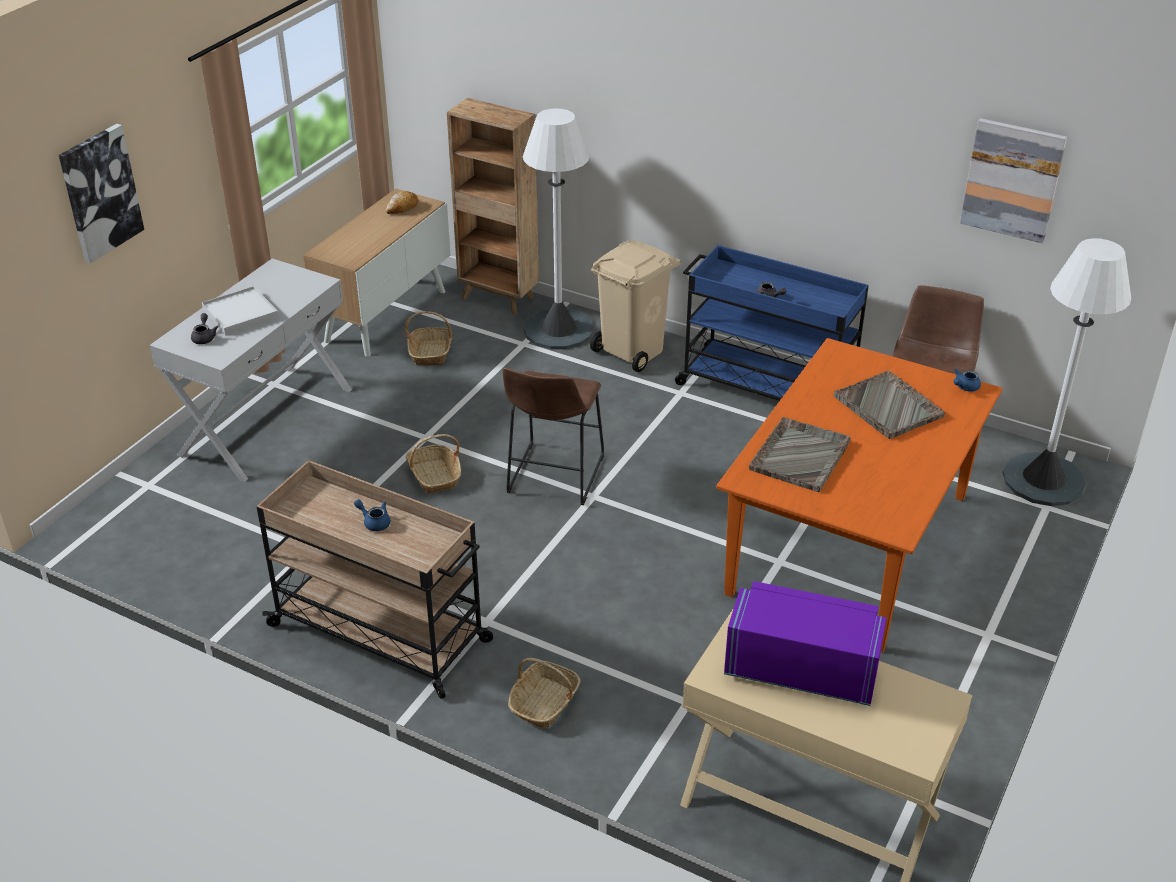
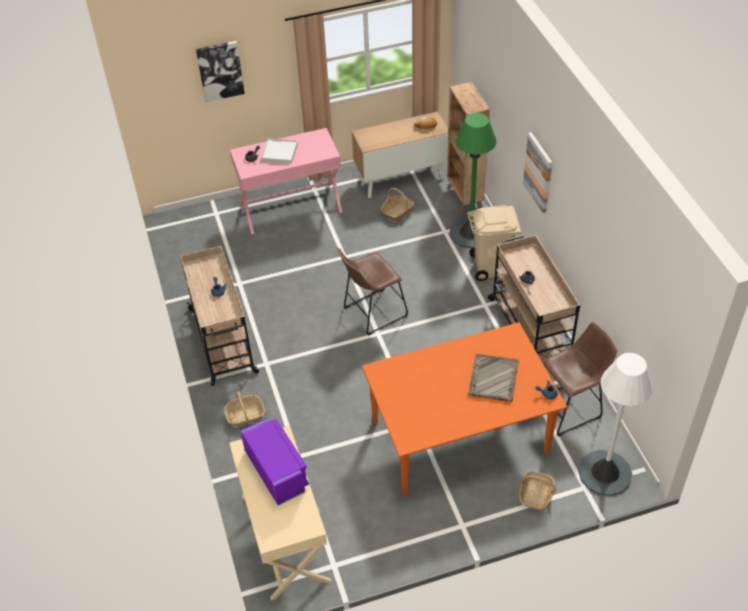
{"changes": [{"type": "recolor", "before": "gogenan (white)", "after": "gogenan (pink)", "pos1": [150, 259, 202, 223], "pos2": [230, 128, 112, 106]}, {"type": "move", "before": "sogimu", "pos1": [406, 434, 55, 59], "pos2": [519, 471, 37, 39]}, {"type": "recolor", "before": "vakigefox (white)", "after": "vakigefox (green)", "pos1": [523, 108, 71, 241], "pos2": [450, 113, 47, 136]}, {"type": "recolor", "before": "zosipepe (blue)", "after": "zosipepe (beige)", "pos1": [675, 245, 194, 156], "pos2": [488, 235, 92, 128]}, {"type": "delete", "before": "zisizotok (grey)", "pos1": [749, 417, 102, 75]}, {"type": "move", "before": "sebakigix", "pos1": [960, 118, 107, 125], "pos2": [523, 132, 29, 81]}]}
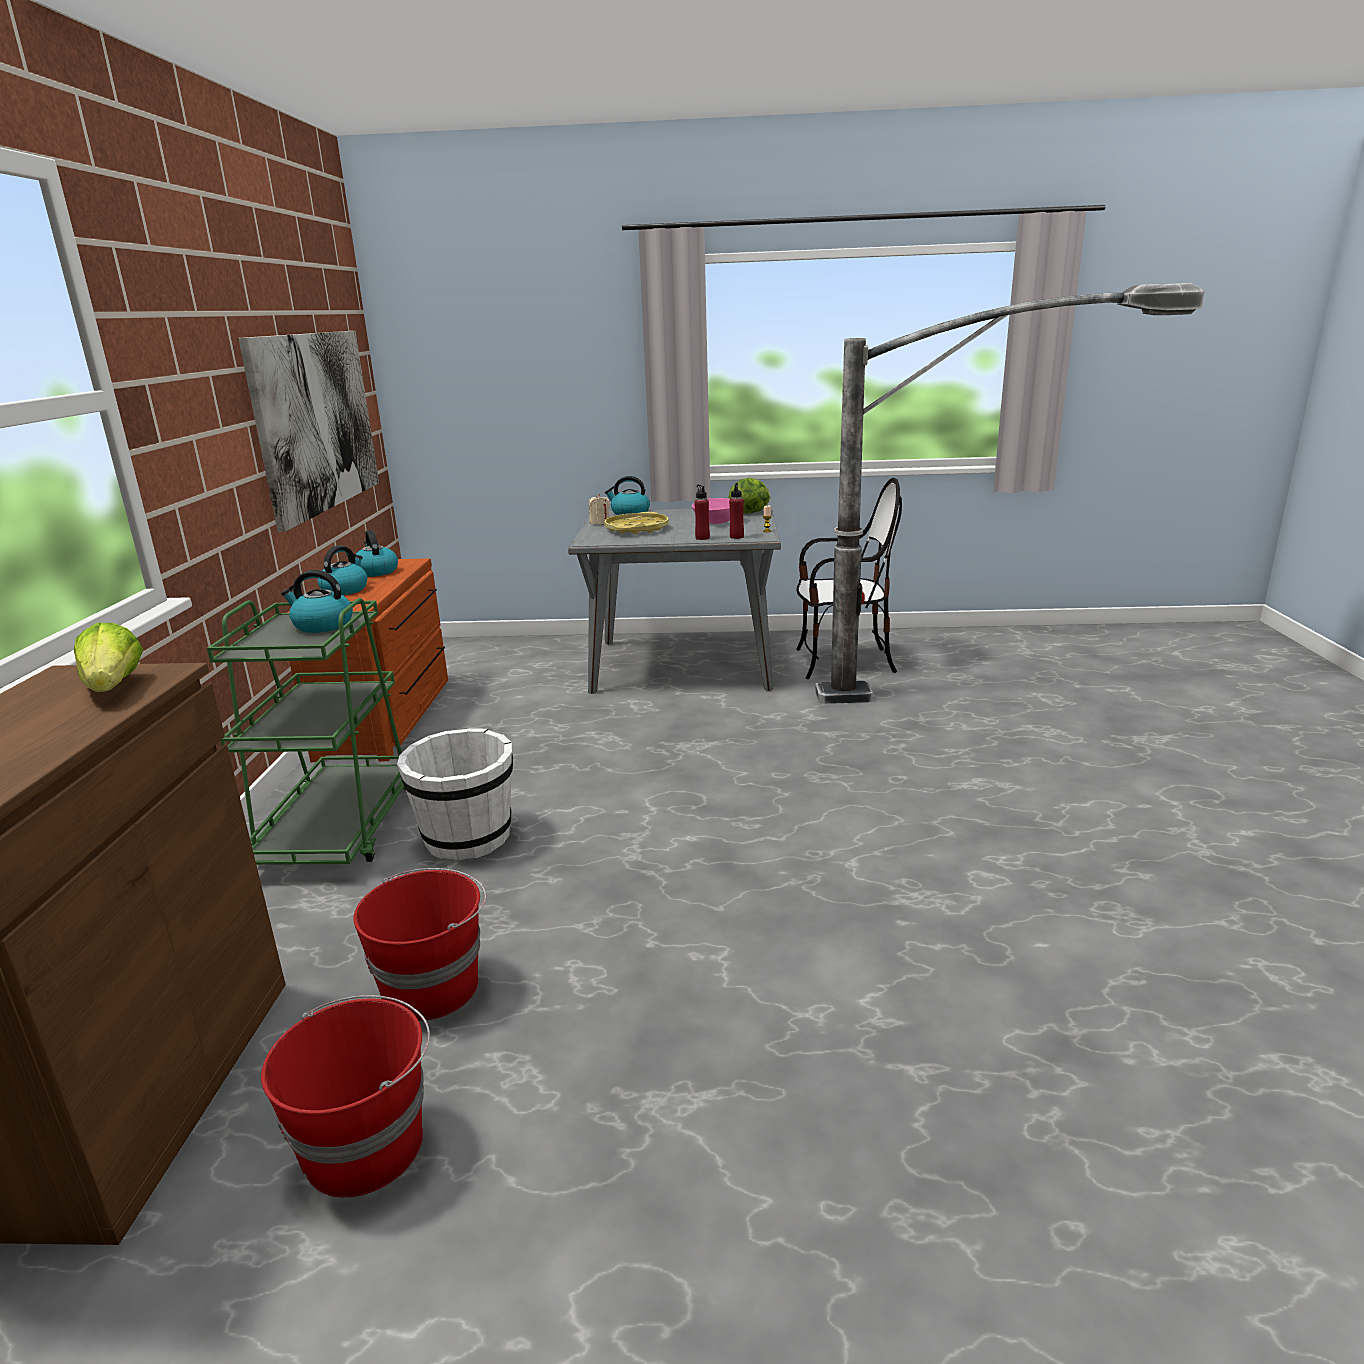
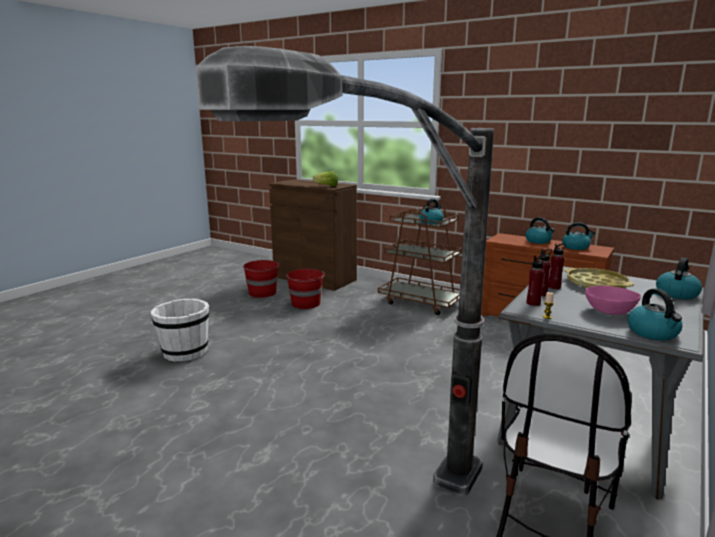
{"changes": [{"type": "recolor", "before": "zosipepe (green)", "after": "zosipepe (brown)", "pos1": [207, 598, 199, 267], "pos2": [378, 204, 84, 111]}, {"type": "delete", "before": "sebakigix", "pos1": [238, 331, 141, 201]}, {"type": "move", "before": "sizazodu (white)", "pos1": [397, 728, 116, 132], "pos2": [151, 299, 59, 63]}, {"type": "delete", "before": "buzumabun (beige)", "pos1": [589, 494, 21, 31]}, {"type": "replace", "before": "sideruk", "after": "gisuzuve", "pos1": [728, 478, 42, 36], "pos2": [628, 289, 54, 51]}, {"type": "insert", "after": "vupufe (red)", "pos2": [548, 244, 18, 45]}]}
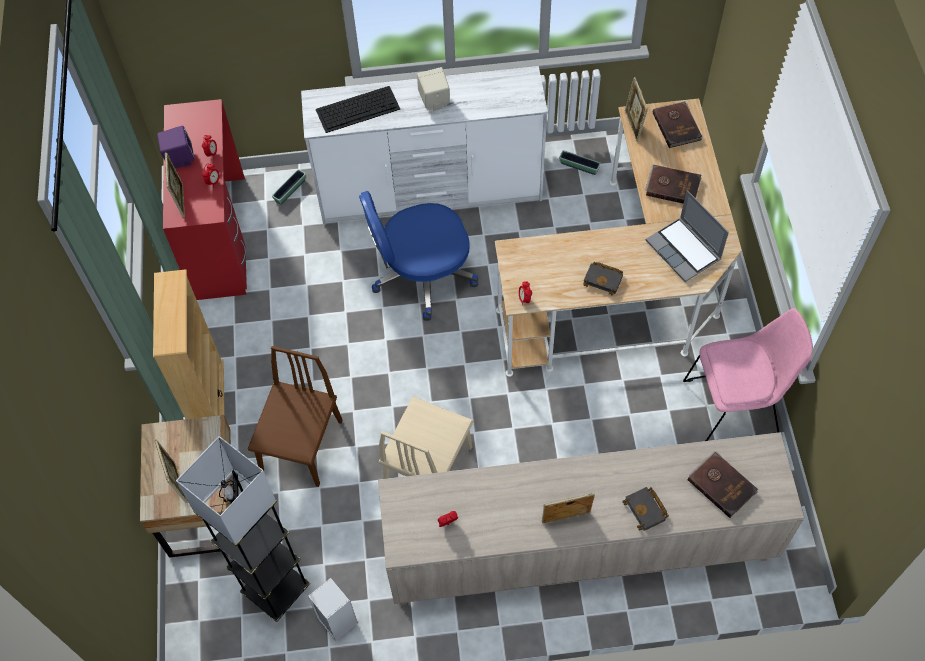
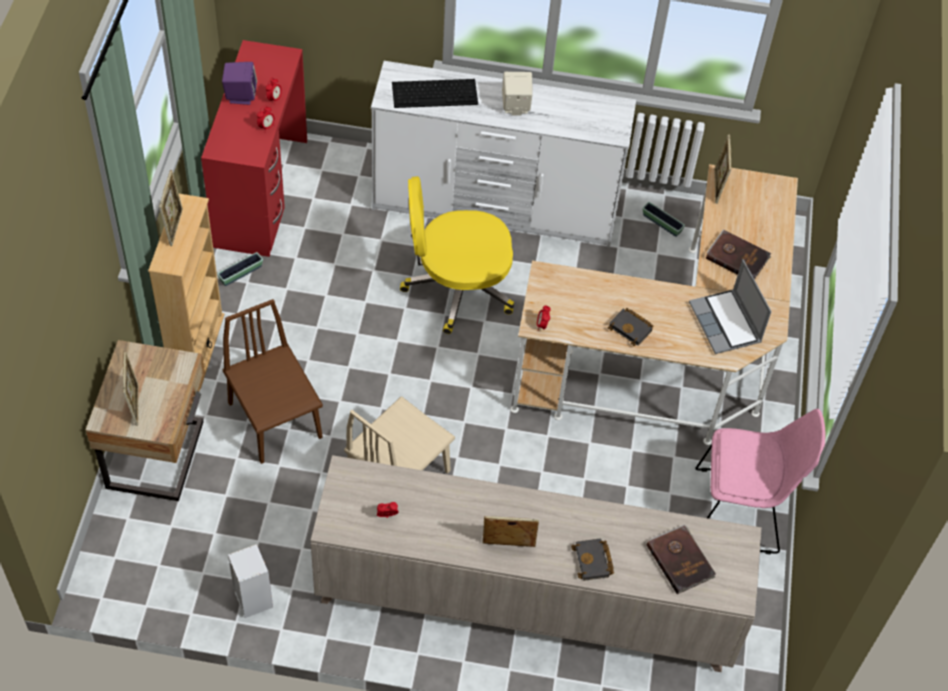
{"changes": [{"type": "move", "before": "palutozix", "pos1": [165, 152, 20, 66], "pos2": [159, 170, 24, 76]}, {"type": "delete", "before": "vakigefox (grey)", "pos1": [176, 436, 134, 186]}, {"type": "rotate", "before": "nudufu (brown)", "pos1": [248, 346, 95, 141], "pos2": [223, 299, 100, 165], "turn": -60}, {"type": "move", "before": "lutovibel", "pos1": [272, 169, 34, 36], "pos2": [217, 252, 46, 34]}, {"type": "recolor", "before": "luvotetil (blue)", "after": "luvotetil (yellow)", "pos1": [359, 191, 120, 130], "pos2": [400, 176, 114, 158]}, {"type": "delete", "before": "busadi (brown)", "pos1": [653, 101, 49, 47]}]}
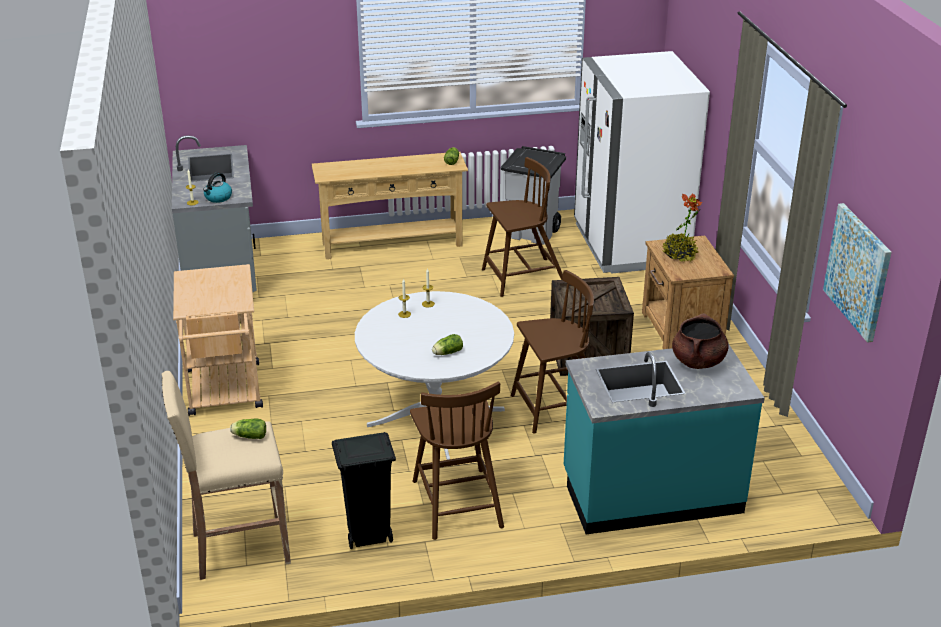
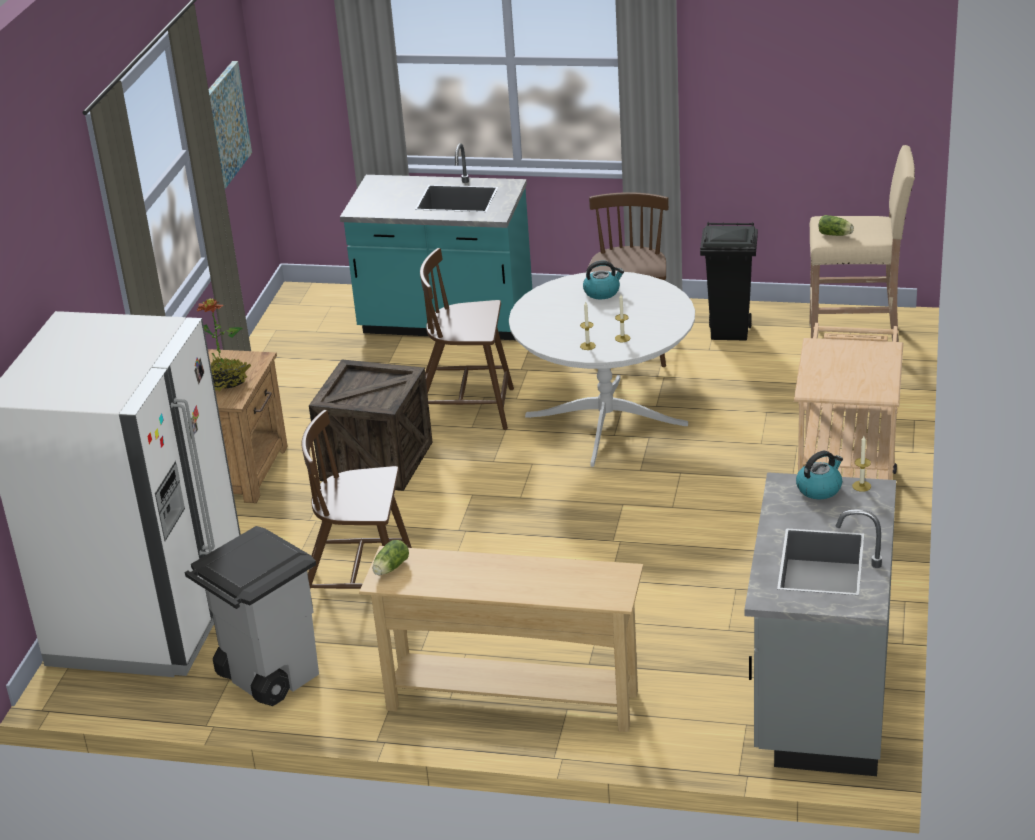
{"changes": [{"type": "replace", "before": "sideruk", "after": "gisuzuve", "pos1": [432, 334, 31, 21], "pos2": [583, 261, 41, 38]}, {"type": "delete", "before": "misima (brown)", "pos1": [672, 313, 57, 56]}]}
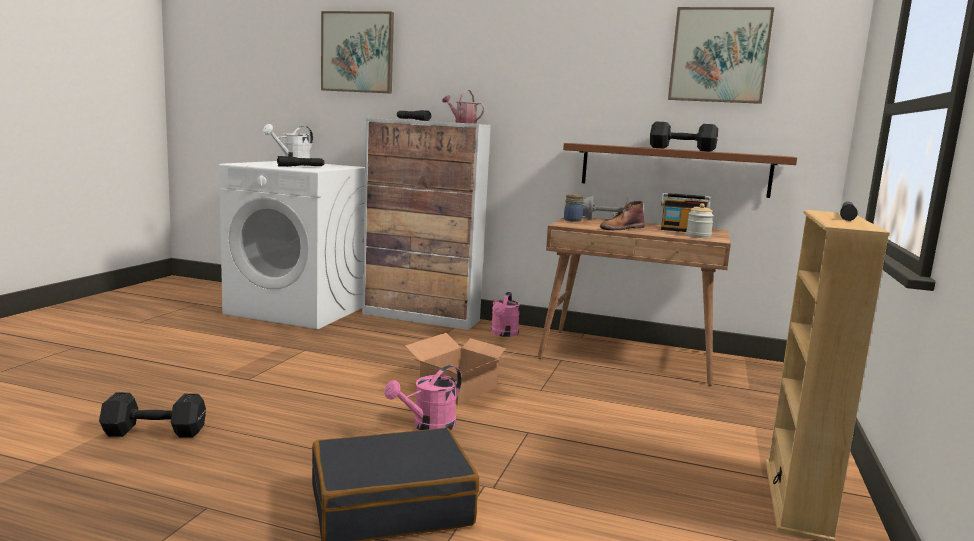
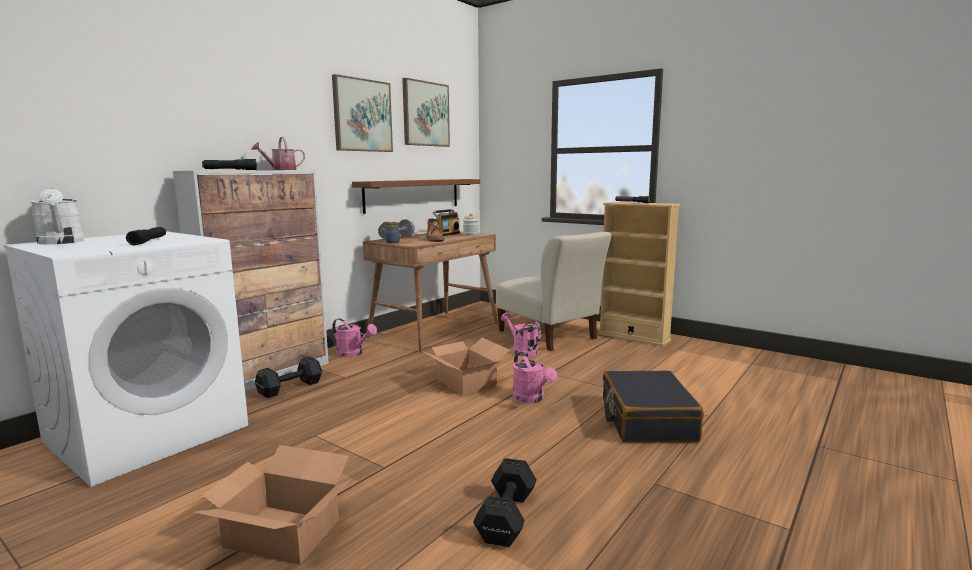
{"changes": [{"type": "move", "before": "sebakigix", "pos1": [321, 11, 73, 82], "pos2": [332, 74, 61, 78]}, {"type": "move", "before": "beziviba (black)", "pos1": [650, 121, 68, 30], "pos2": [255, 357, 67, 41]}, {"type": "insert", "after": "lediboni", "pos2": [192, 445, 159, 120]}, {"type": "insert", "after": "nudufu (beige)", "pos2": [496, 232, 116, 119]}, {"type": "insert", "after": "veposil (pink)", "pos2": [501, 312, 40, 45]}]}
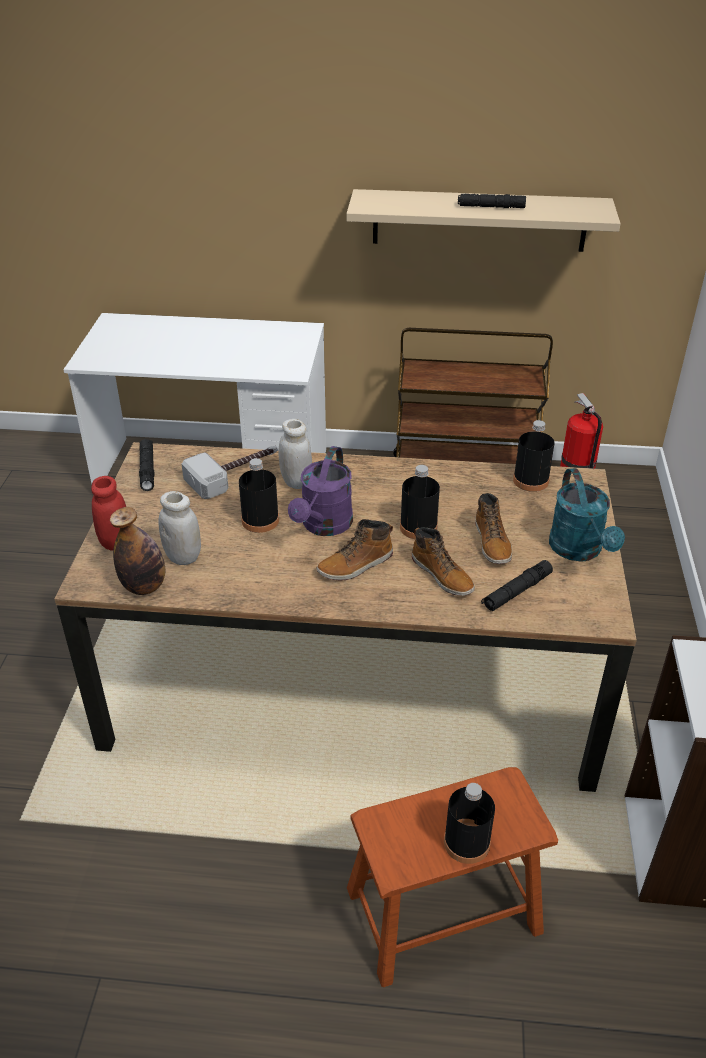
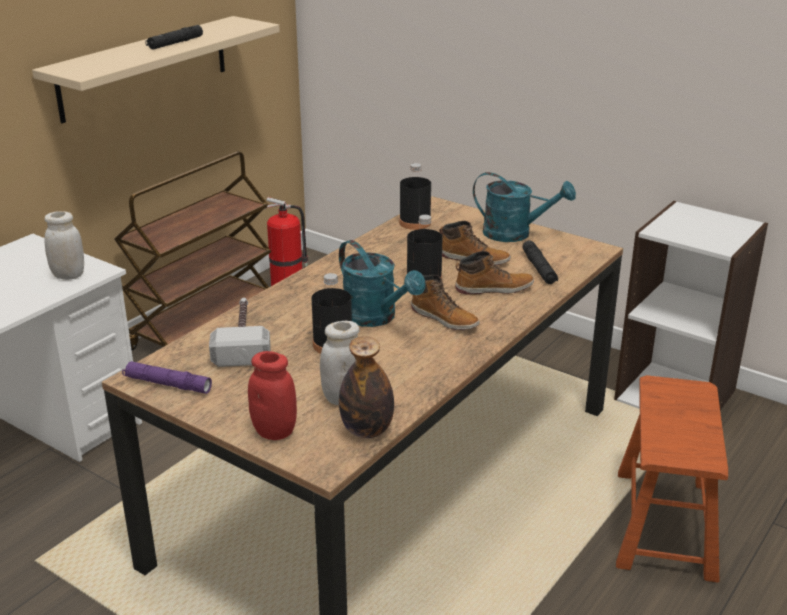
{"changes": [{"type": "recolor", "before": "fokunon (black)", "after": "fokunon (purple)", "pos1": [139, 439, 16, 52], "pos2": [122, 361, 90, 33]}, {"type": "move", "before": "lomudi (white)", "pos1": [279, 419, 33, 70], "pos2": [44, 211, 40, 69]}, {"type": "recolor", "before": "veposil (purple)", "after": "veposil (turquoise)", "pos1": [288, 446, 65, 90], "pos2": [339, 240, 86, 87]}, {"type": "rotate", "before": "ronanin", "pos1": [317, 519, 76, 62], "pos2": [411, 275, 69, 55], "turn": -45}, {"type": "delete", "before": "vupufe (black)", "pos1": [444, 783, 51, 81]}]}
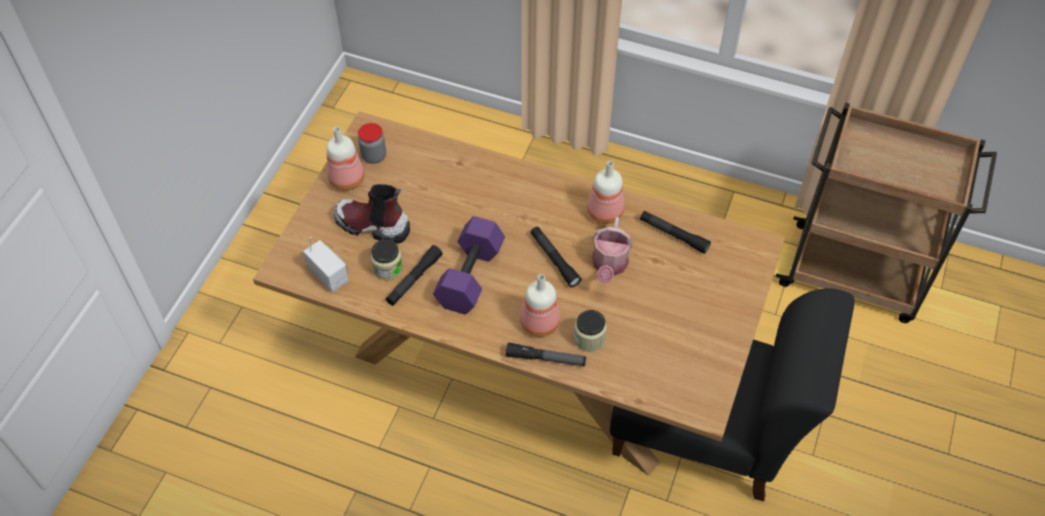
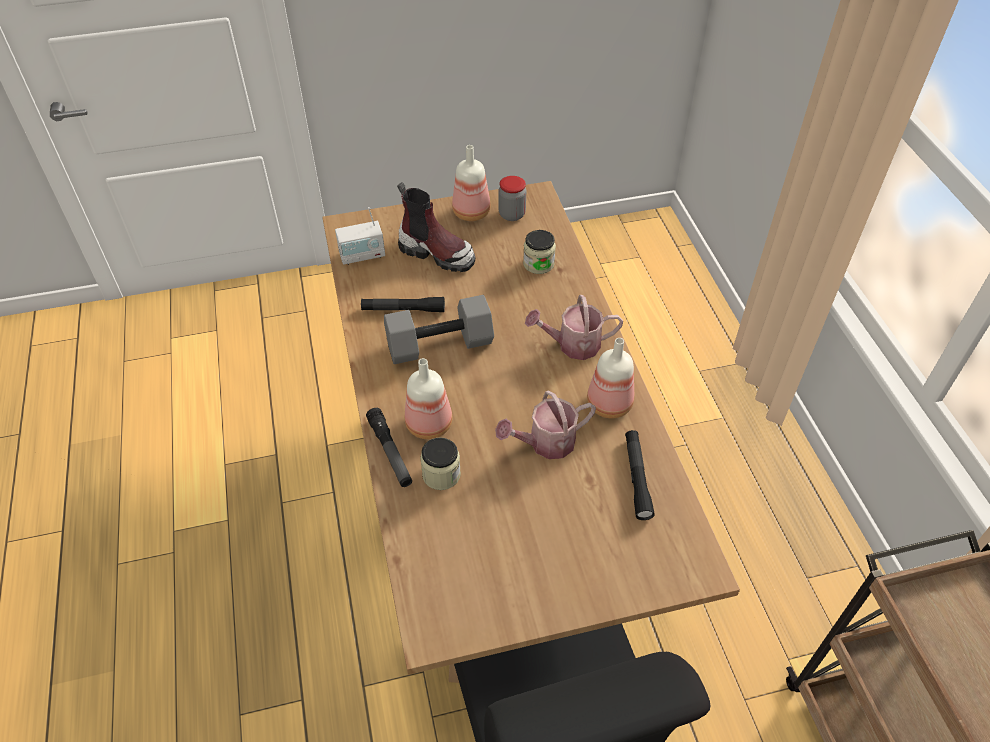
{"changes": [{"type": "rotate", "before": "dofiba", "pos1": [303, 237, 46, 56], "pos2": [335, 207, 50, 58], "turn": 60}, {"type": "rotate", "before": "ronanin", "pos1": [334, 184, 76, 60], "pos2": [397, 182, 78, 90], "turn": 135}, {"type": "move", "before": "lomudi", "pos1": [370, 239, 33, 41], "pos2": [523, 230, 33, 44]}, {"type": "recolor", "before": "beziviba (purple)", "after": "beziviba (grey)", "pos1": [433, 216, 72, 98], "pos2": [384, 295, 110, 69]}, {"type": "delete", "before": "fokunon (black)", "pos1": [530, 227, 51, 60]}, {"type": "insert", "after": "veposil", "pos2": [525, 295, 98, 65]}]}
